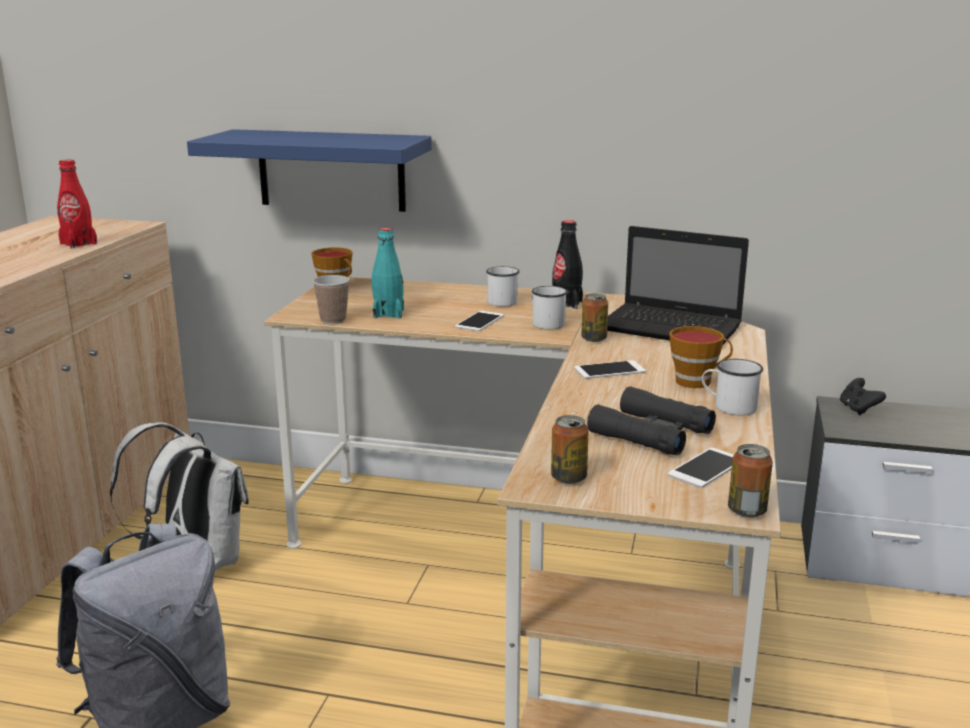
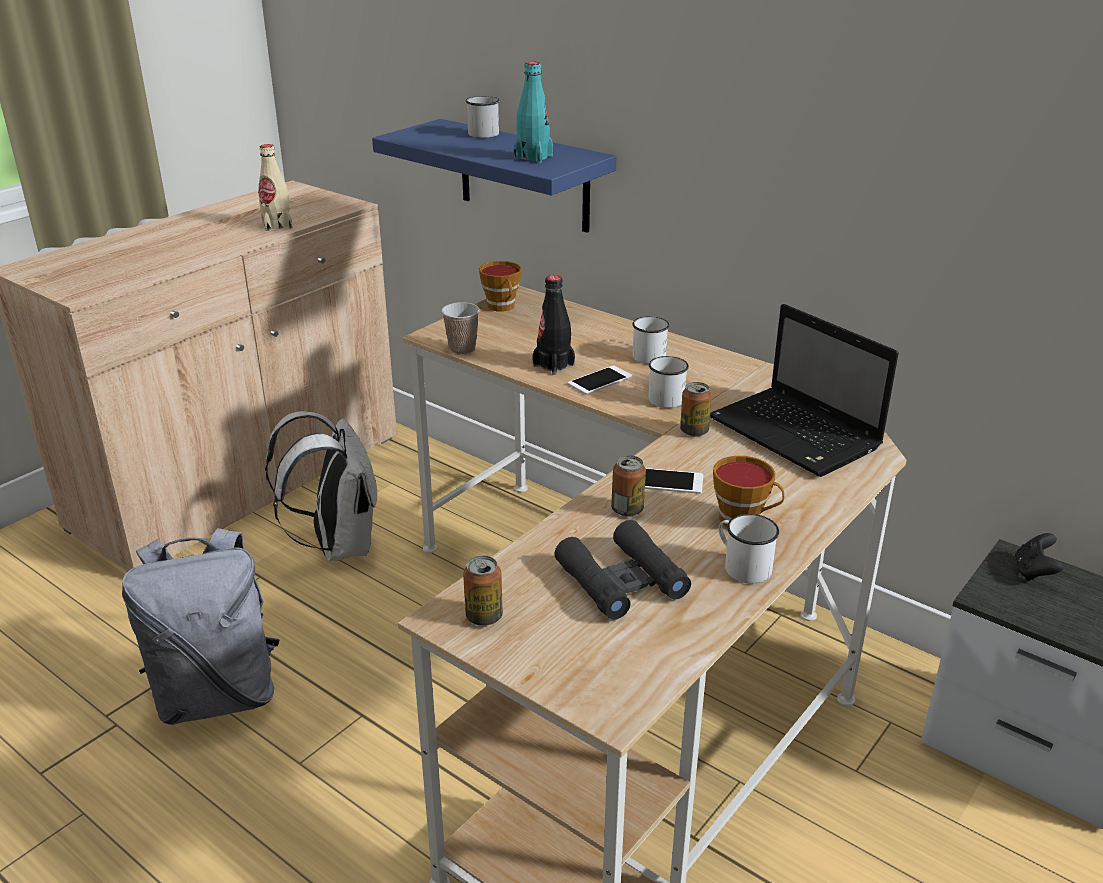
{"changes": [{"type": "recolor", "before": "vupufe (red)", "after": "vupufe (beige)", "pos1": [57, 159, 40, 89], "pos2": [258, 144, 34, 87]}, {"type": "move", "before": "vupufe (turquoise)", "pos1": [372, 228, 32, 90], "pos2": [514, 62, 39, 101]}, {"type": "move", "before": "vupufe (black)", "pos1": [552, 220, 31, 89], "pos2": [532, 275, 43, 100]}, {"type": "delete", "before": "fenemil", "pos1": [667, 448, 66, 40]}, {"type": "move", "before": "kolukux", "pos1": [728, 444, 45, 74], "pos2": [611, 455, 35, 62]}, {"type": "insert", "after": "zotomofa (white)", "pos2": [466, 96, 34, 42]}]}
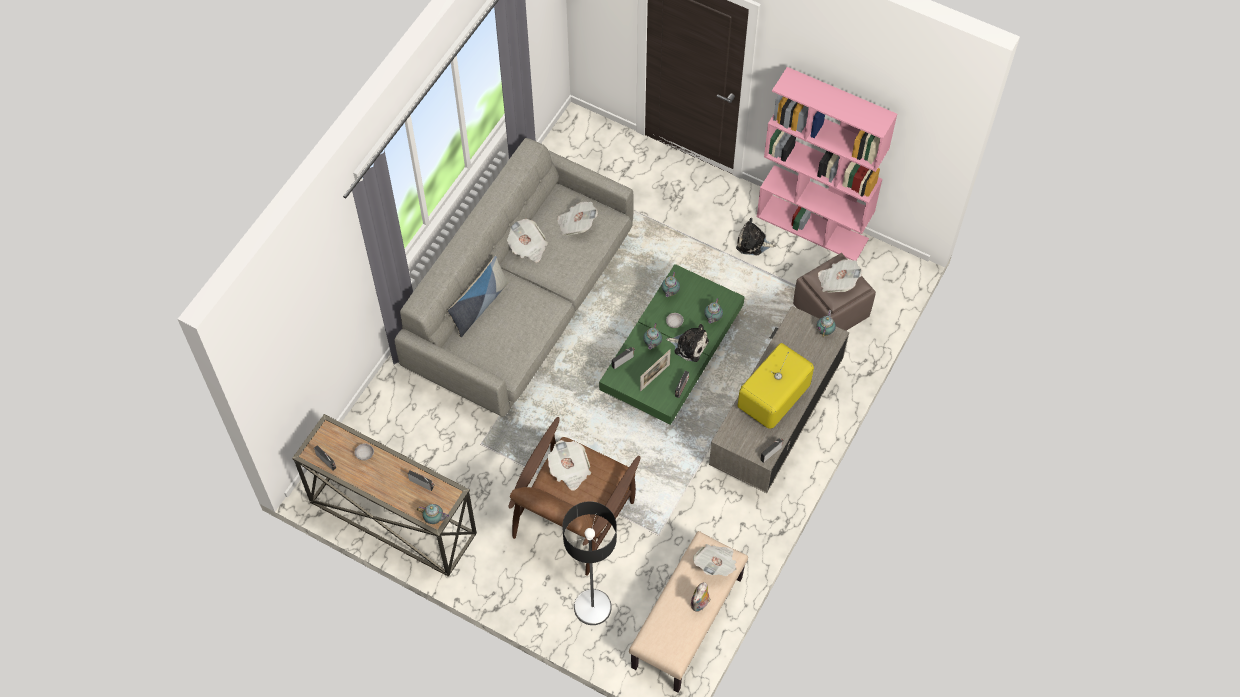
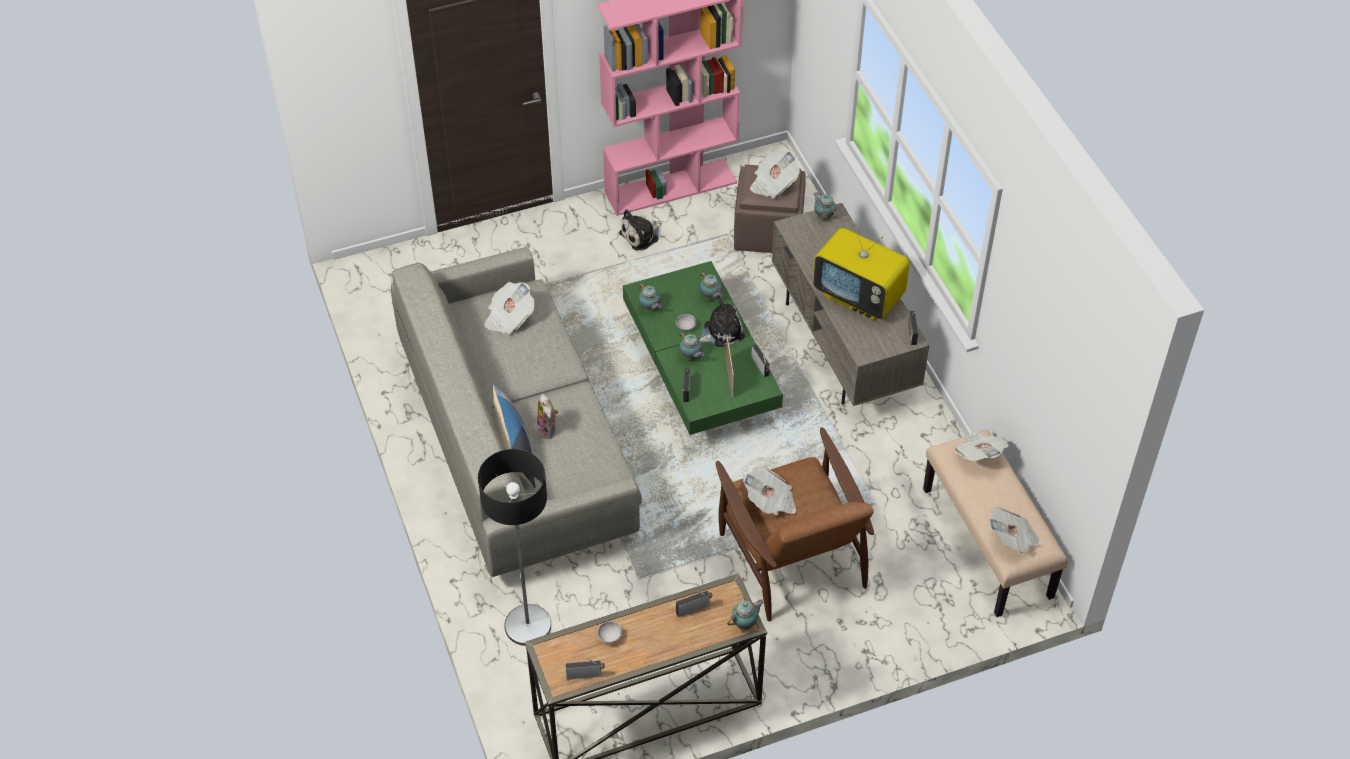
{"changes": [{"type": "move", "before": "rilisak", "pos1": [507, 219, 41, 44], "pos2": [987, 507, 55, 46]}, {"type": "move", "before": "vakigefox", "pos1": [562, 501, 55, 124], "pos2": [478, 449, 73, 197]}, {"type": "move", "before": "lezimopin", "pos1": [690, 582, 21, 30], "pos2": [536, 394, 22, 45]}, {"type": "rotate", "before": "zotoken", "pos1": [738, 343, 76, 86], "pos2": [813, 223, 97, 97], "turn": -45}]}
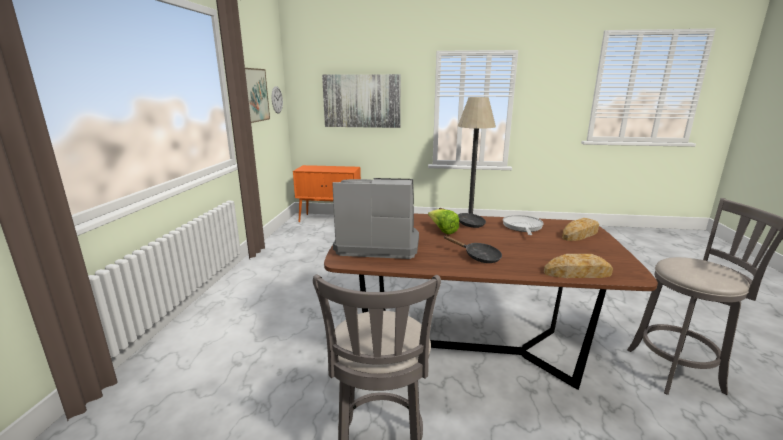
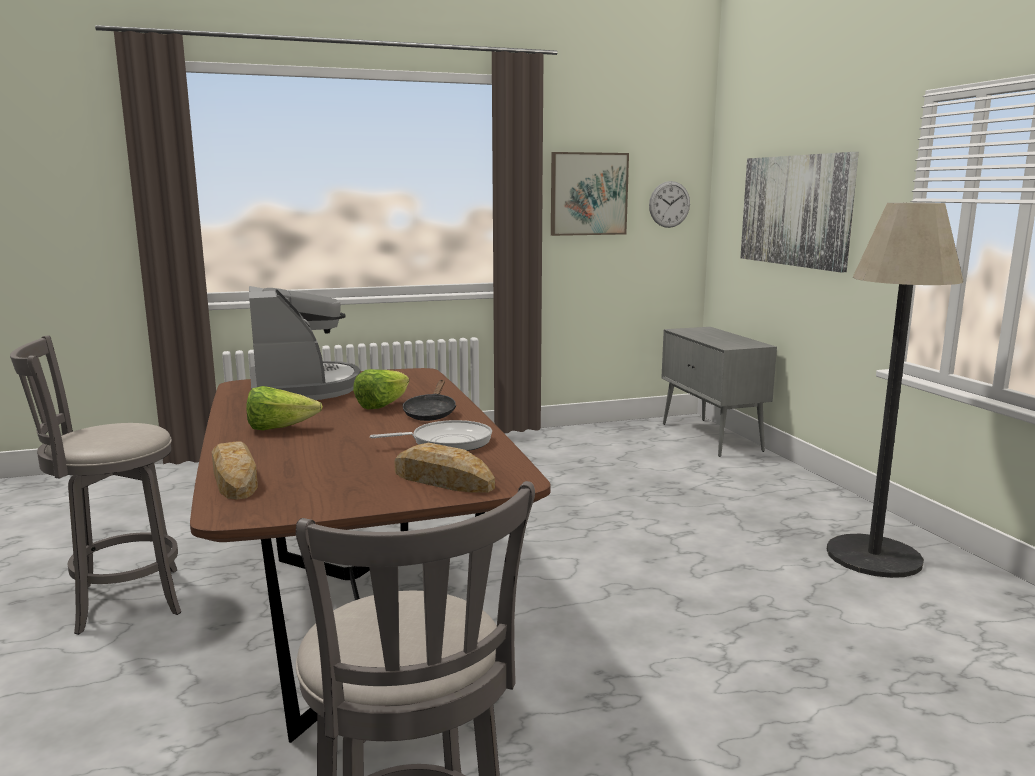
{"changes": [{"type": "recolor", "before": "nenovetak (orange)", "after": "nenovetak (grey)", "pos1": [293, 165, 68, 58], "pos2": [661, 327, 116, 130]}, {"type": "replace", "before": "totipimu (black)", "after": "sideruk", "pos1": [444, 236, 58, 27], "pos2": [246, 386, 77, 44]}]}
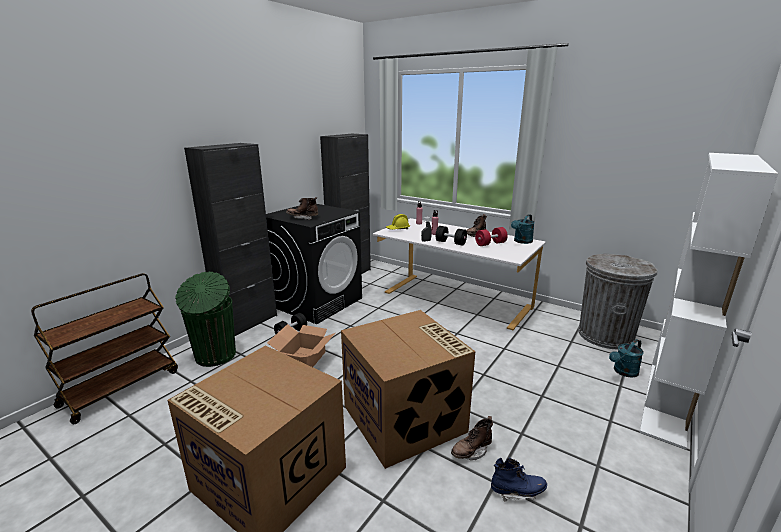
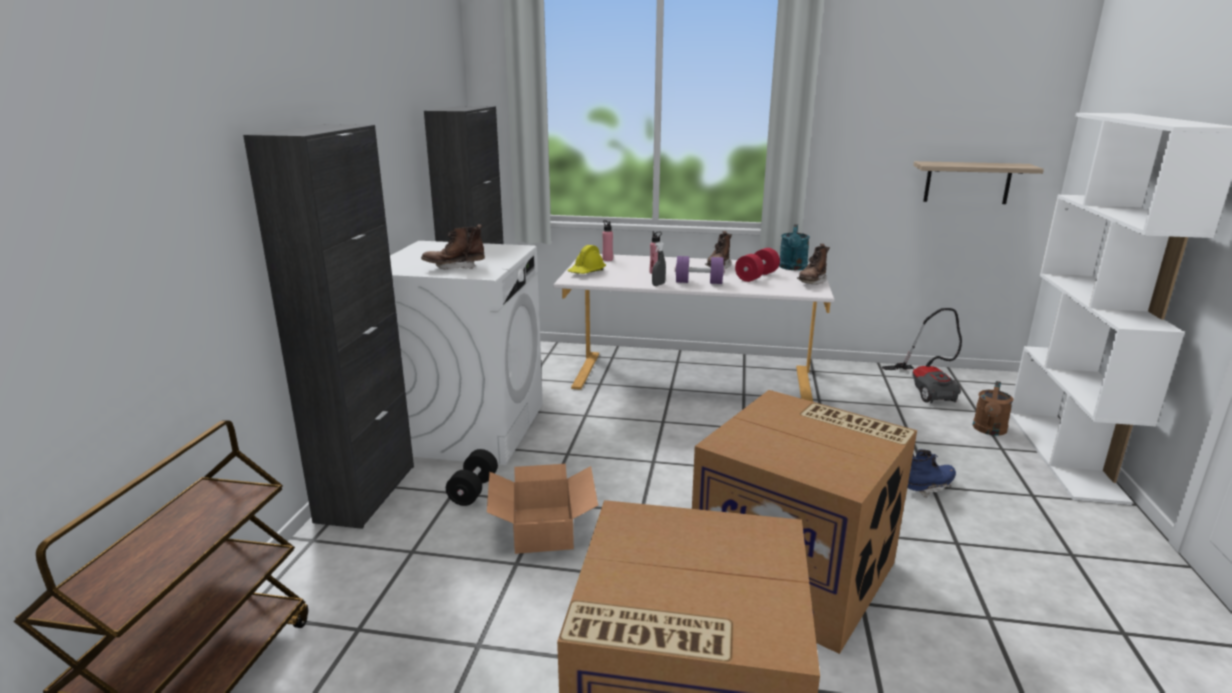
{"changes": [{"type": "delete", "before": "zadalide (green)", "pos1": [175, 272, 61, 95]}, {"type": "recolor", "before": "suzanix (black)", "after": "suzanix (white)", "pos1": [266, 204, 96, 120], "pos2": [390, 241, 153, 224]}, {"type": "recolor", "before": "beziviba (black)", "after": "beziviba (purple)", "pos1": [435, 226, 32, 19], "pos2": [675, 256, 50, 28]}, {"type": "move", "before": "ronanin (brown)", "pos1": [451, 416, 42, 44], "pos2": [797, 244, 33, 41]}, {"type": "move", "before": "ronanin (blue)", "pos1": [491, 458, 56, 44], "pos2": [907, 449, 49, 49]}, {"type": "replace", "before": "zadalide (grey)", "after": "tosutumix", "pos1": [578, 254, 79, 96], "pos2": [882, 308, 80, 95]}, {"type": "recolor", "before": "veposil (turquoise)", "after": "veposil (brown)", "pos1": [609, 339, 35, 39], "pos2": [972, 381, 41, 55]}, {"type": "insert", "after": "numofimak", "pos2": [913, 161, 131, 43]}]}
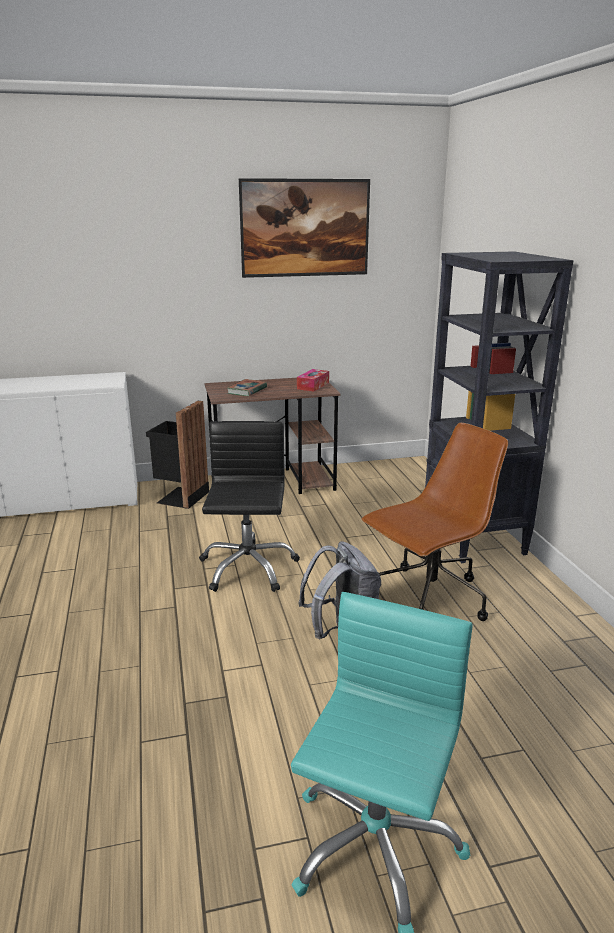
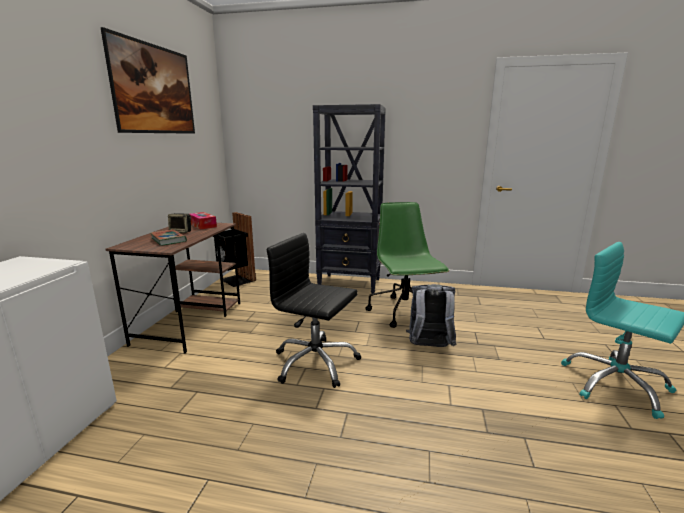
{"changes": [{"type": "move", "before": "zadalide (black)", "pos1": [146, 401, 63, 108], "pos2": [212, 212, 44, 75]}, {"type": "recolor", "before": "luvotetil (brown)", "after": "luvotetil (green)", "pos1": [362, 423, 146, 198], "pos2": [365, 202, 84, 126]}, {"type": "insert", "after": "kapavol", "pos2": [168, 213, 23, 20]}]}
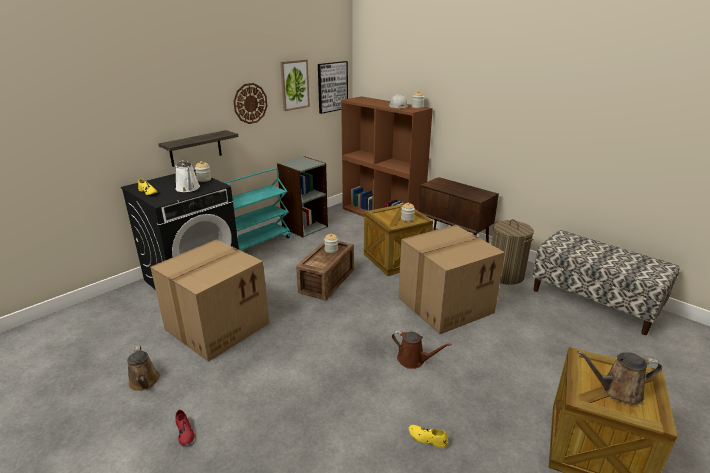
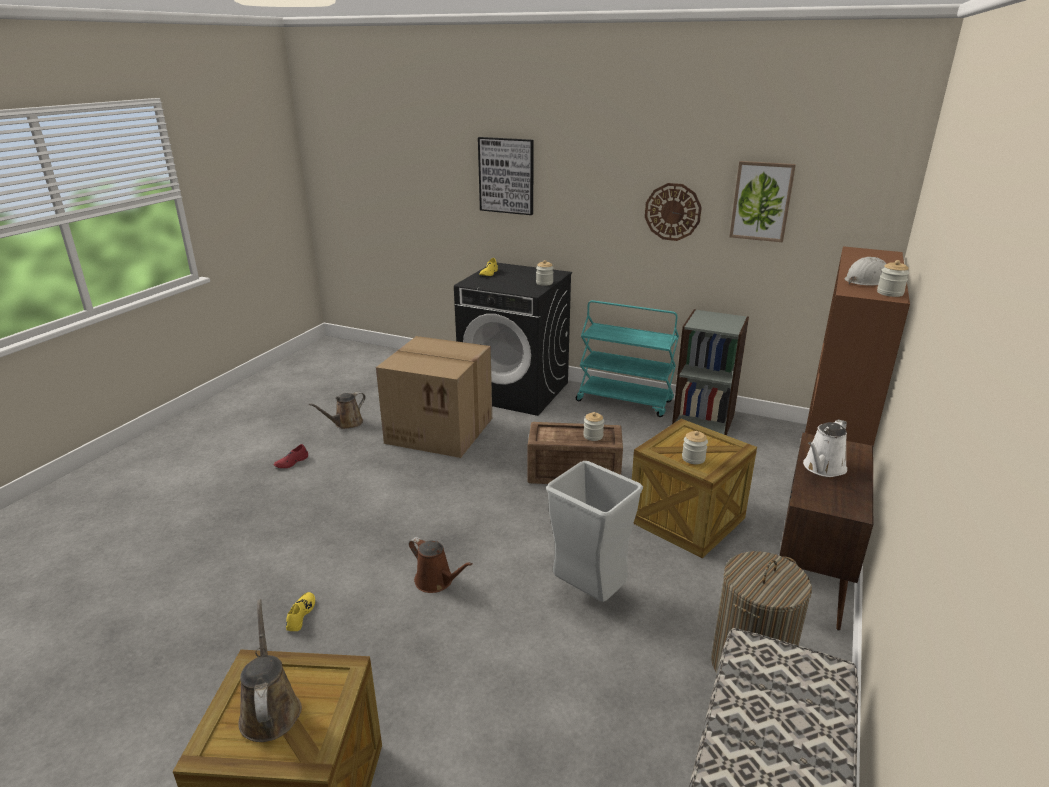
{"changes": [{"type": "delete", "before": "numofimak", "pos1": [158, 130, 80, 37]}, {"type": "move", "before": "veposil (white)", "pos1": [176, 160, 24, 32], "pos2": [803, 419, 44, 58]}, {"type": "move", "before": "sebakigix", "pos1": [318, 61, 30, 53], "pos2": [478, 137, 56, 78]}, {"type": "rotate", "before": "veposil (brown)", "pos1": [392, 330, 60, 39], "pos2": [409, 537, 64, 56], "turn": -60}, {"type": "replace", "before": "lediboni", "after": "zadalide (grey)", "pos1": [398, 225, 107, 109], "pos2": [546, 461, 97, 141]}]}
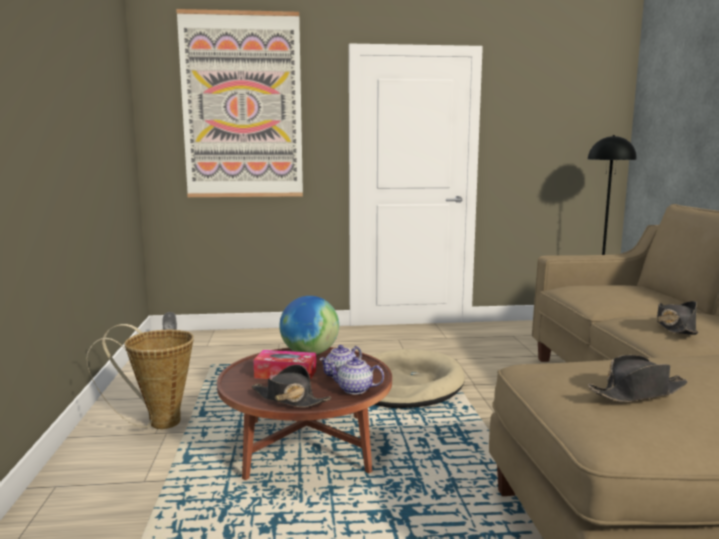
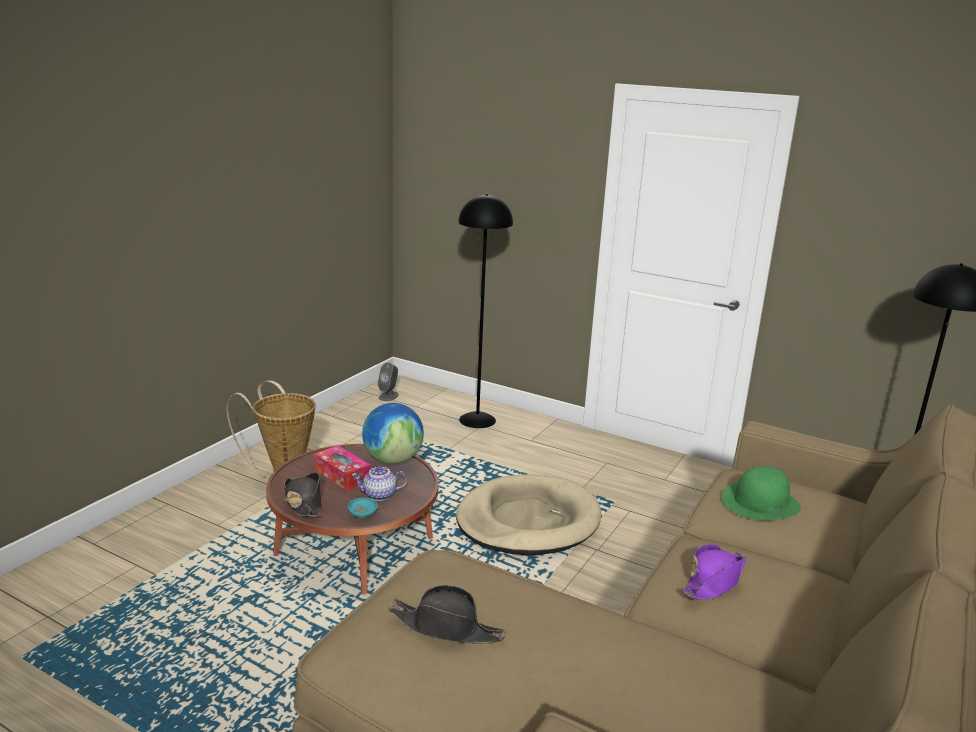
{"changes": [{"type": "delete", "before": "sebakigix", "pos1": [176, 9, 127, 188]}, {"type": "replace", "before": "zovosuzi", "after": "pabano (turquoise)", "pos1": [327, 356, 57, 38], "pos2": [348, 498, 30, 20]}, {"type": "recolor", "before": "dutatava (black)", "after": "dutatava (purple)", "pos1": [657, 301, 42, 34], "pos2": [683, 544, 64, 56]}, {"type": "insert", "after": "vakigefox (black)", "pos2": [458, 194, 55, 234]}, {"type": "insert", "after": "dutatava (green)", "pos2": [722, 466, 79, 55]}]}
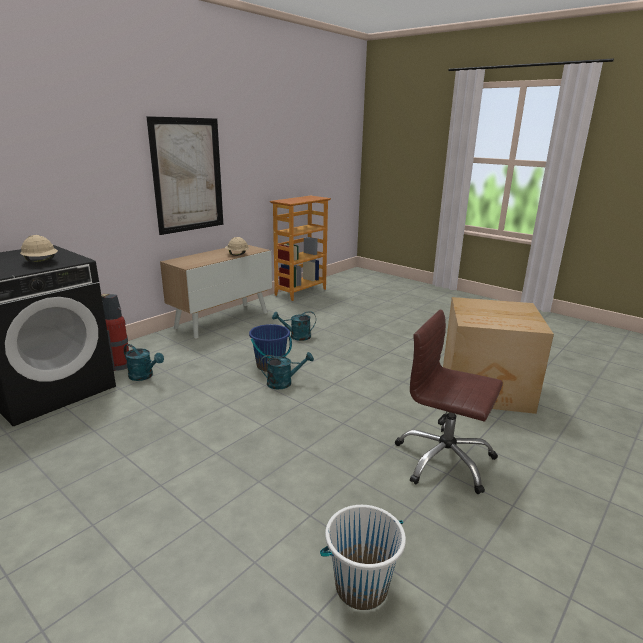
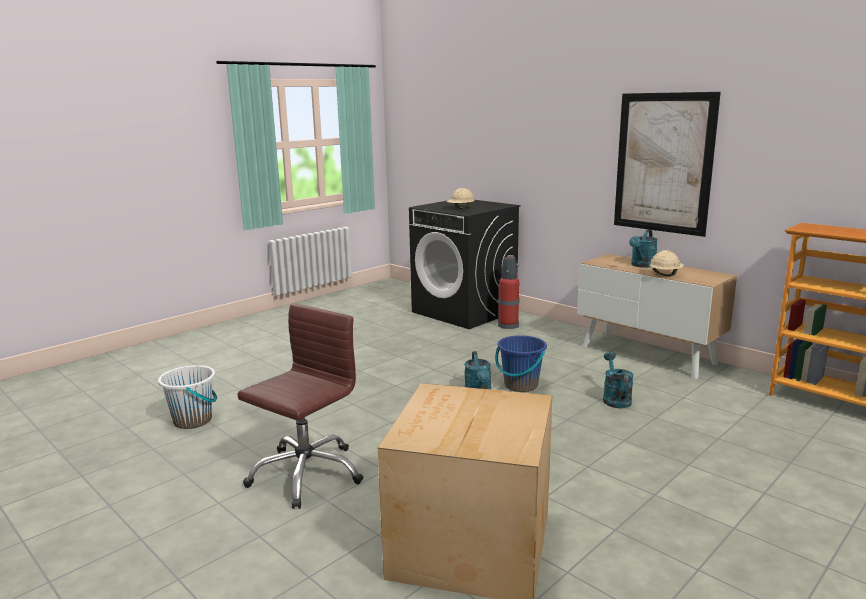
{"changes": [{"type": "move", "before": "veposil (turquoise)", "pos1": [124, 344, 40, 37], "pos2": [629, 229, 29, 39]}]}
